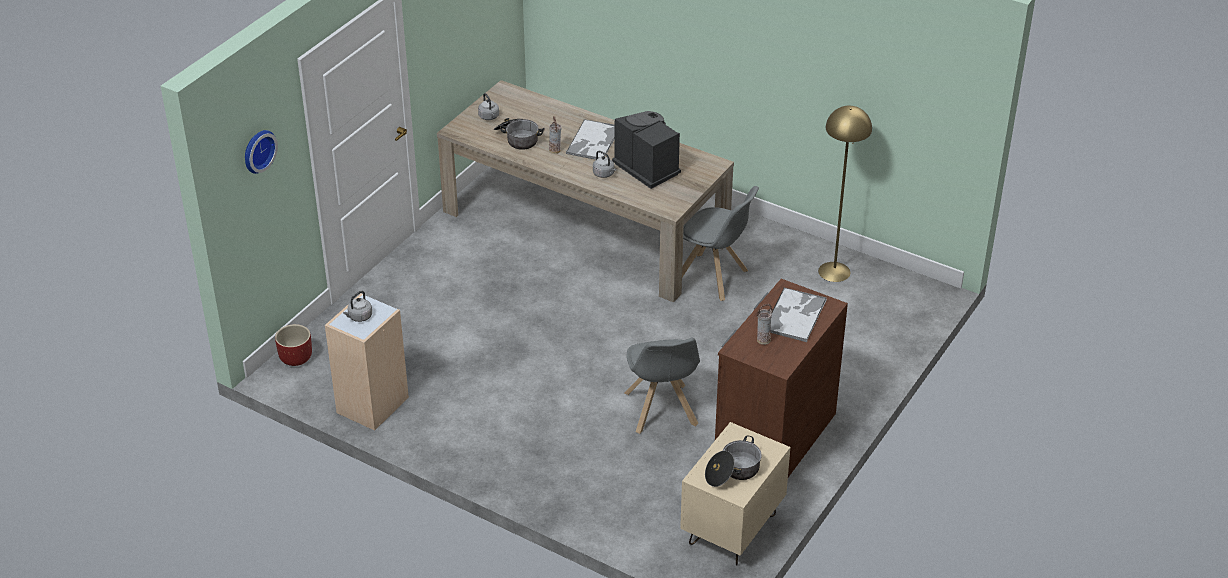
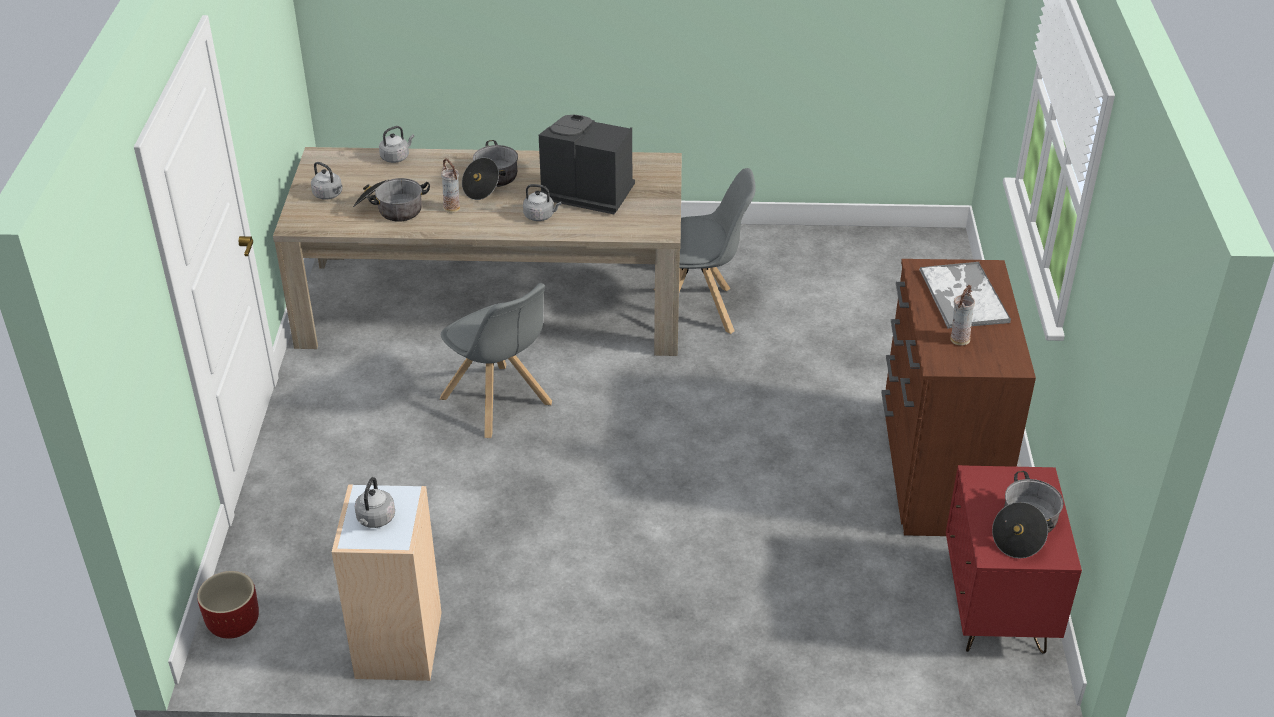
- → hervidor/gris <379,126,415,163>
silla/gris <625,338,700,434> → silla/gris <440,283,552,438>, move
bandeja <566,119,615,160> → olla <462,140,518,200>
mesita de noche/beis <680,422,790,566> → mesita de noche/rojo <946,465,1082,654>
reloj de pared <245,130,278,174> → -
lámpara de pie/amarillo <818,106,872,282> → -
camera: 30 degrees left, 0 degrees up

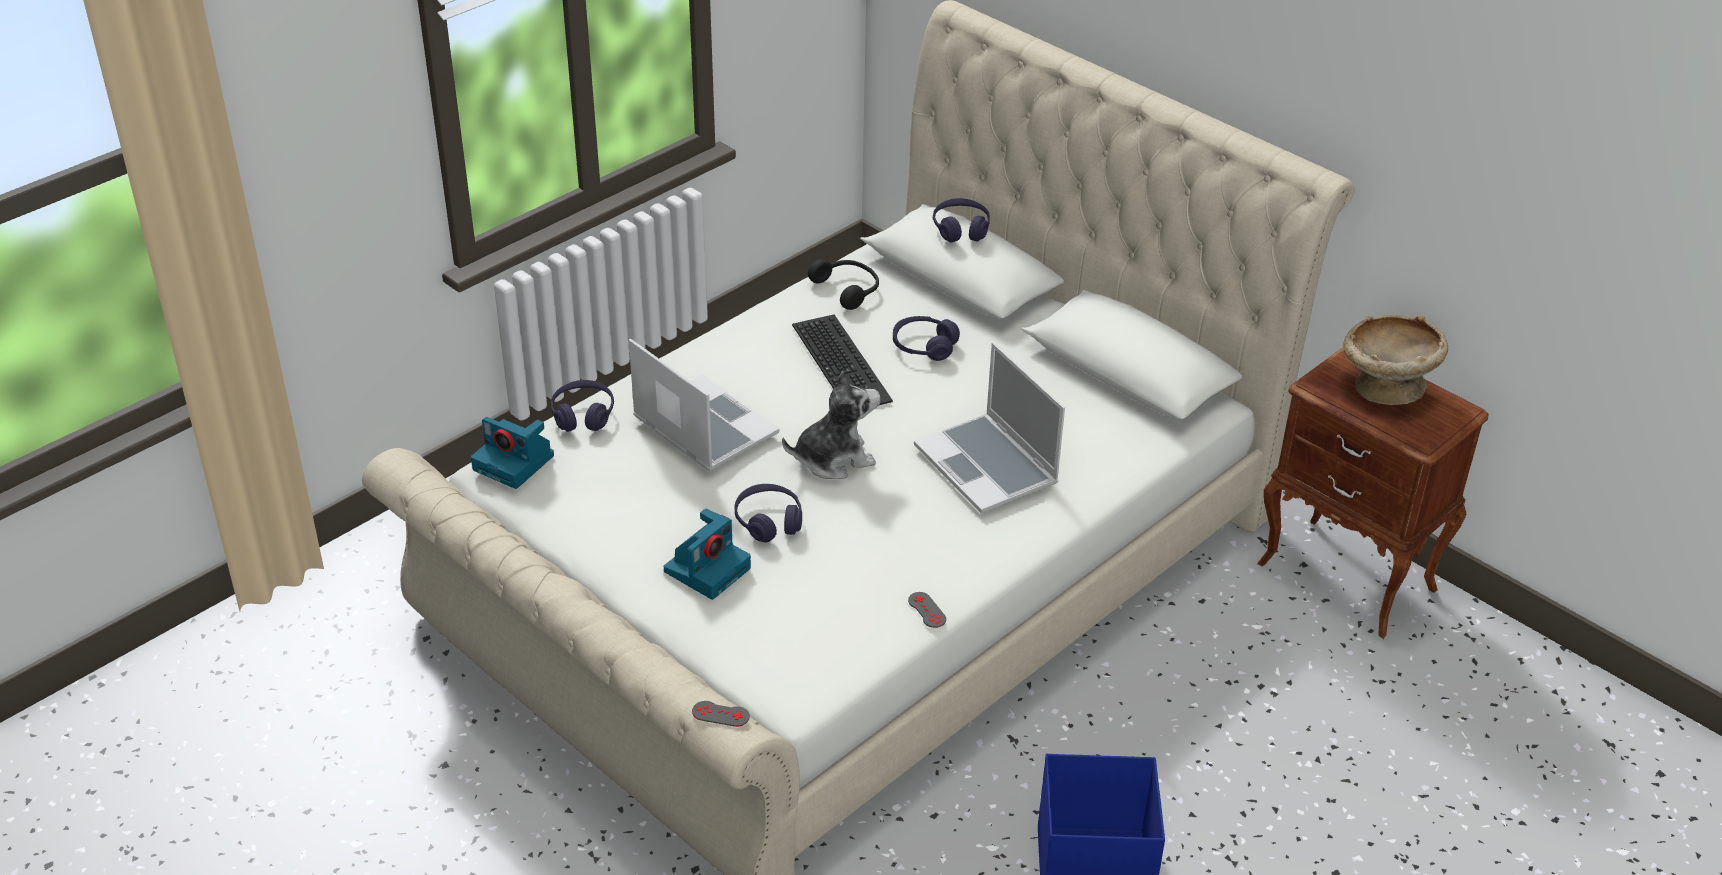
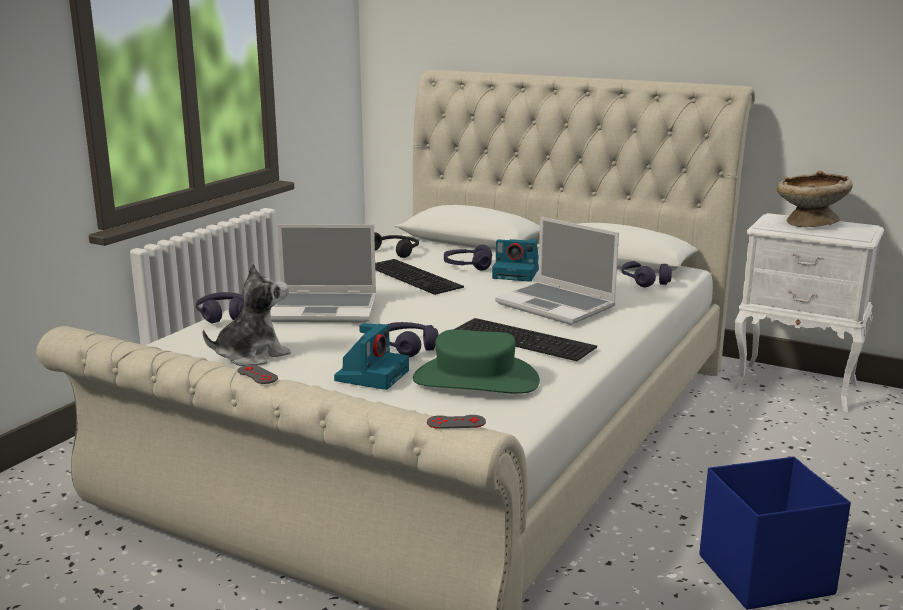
peluche <782,371,880,479> → peluche <203,263,291,366>, move
mando de consola/gris <908,592,946,628> → mando de consola/gris <238,365,278,384>, move
portátil <629,338,780,472> → portátil <270,224,376,323>, 150 degrees clockwise
- → sombrero/verde <413,329,540,394>
- → teclado <455,318,597,361>
cámara <471,417,554,489> → cámara <492,238,539,282>, move
auriculares/morado <933,198,990,242> → auriculares/morado <622,261,672,287>, move
mesita de noche/marrón <1257,347,1489,639> → mesita de noche/blanco <733,213,884,412>
camera: 15 degrees left, 20 degrees down

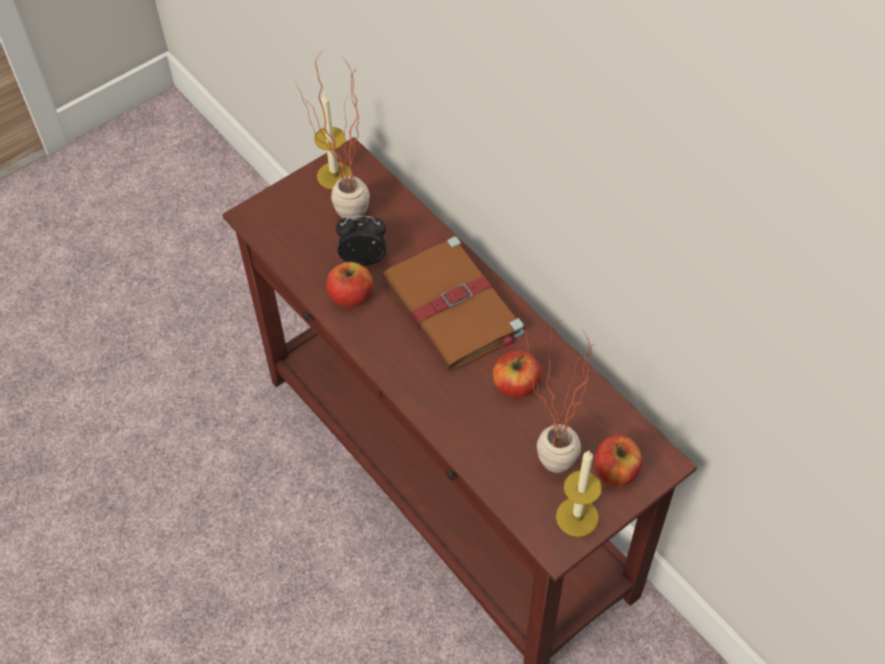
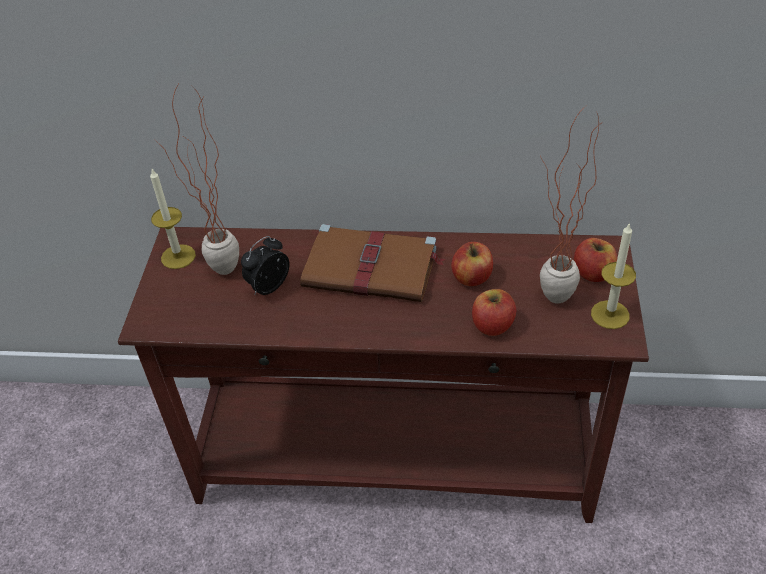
manzana <326,262,373,307> → manzana <472,289,516,336>, move
camera: 45 degrees left, 10 degrees down

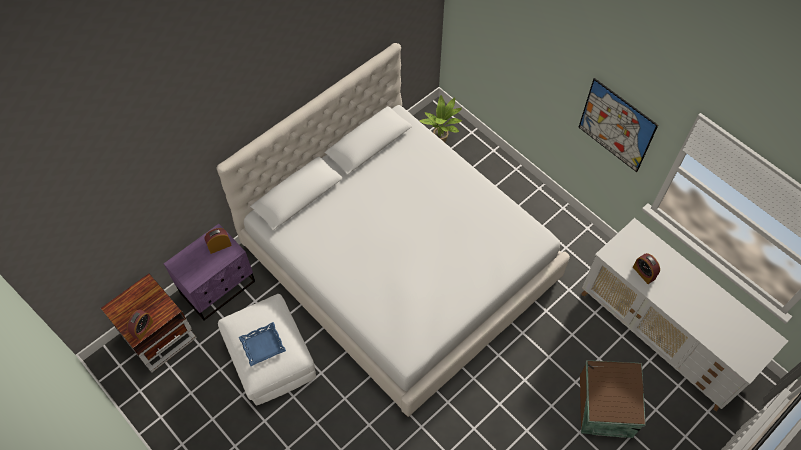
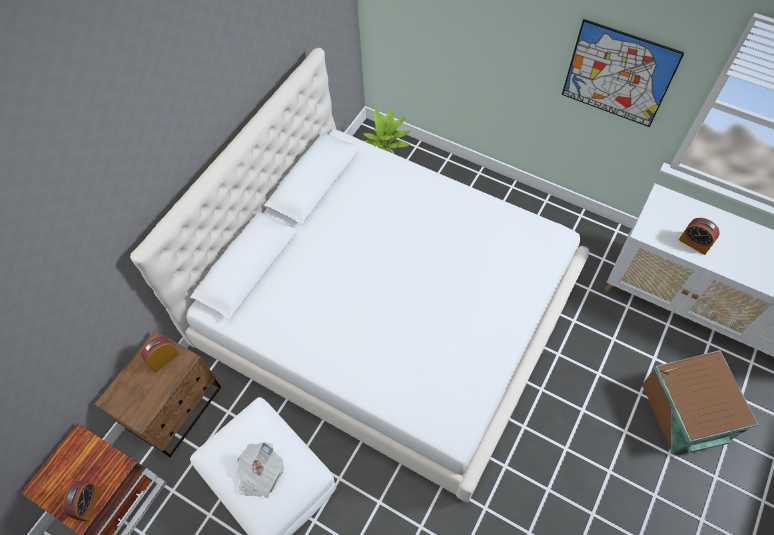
mesita de noche/morado <164,224,255,321> → mesita de noche/marrón <94,331,221,457>
bandeja/azul <239,322,286,366> → periódico <237,442,284,498>
camera: 15 degrees left, 0 degrees up

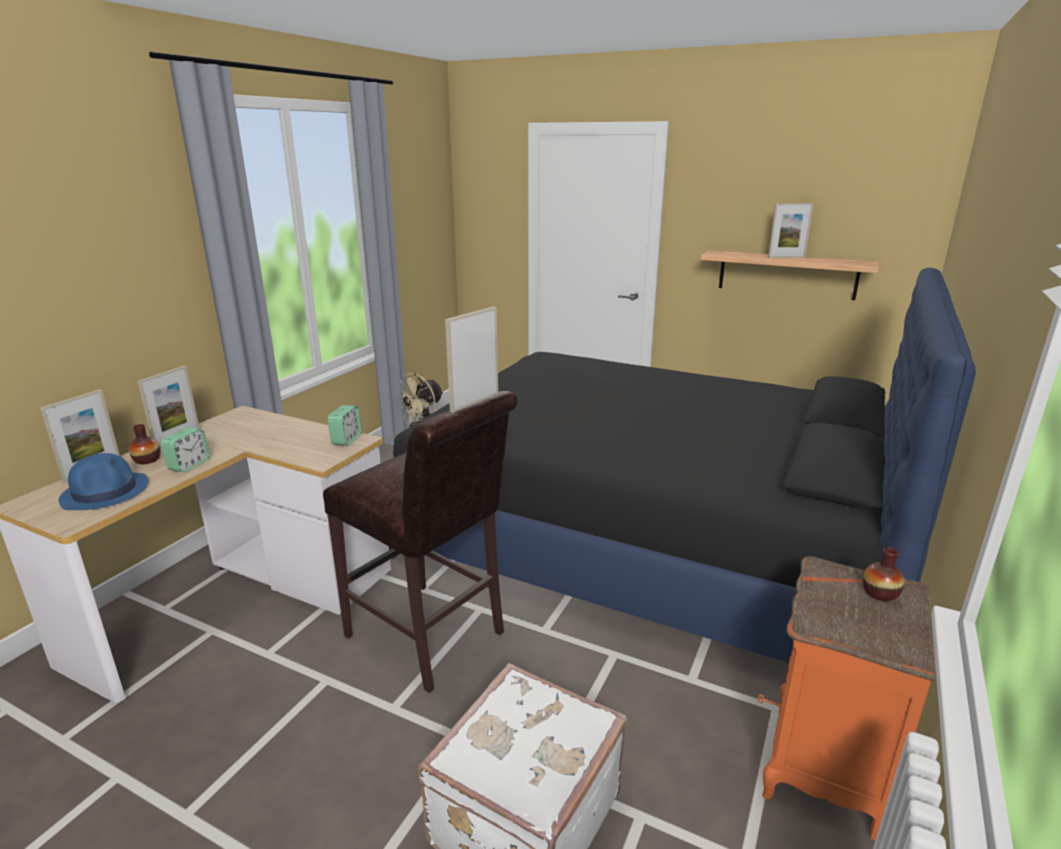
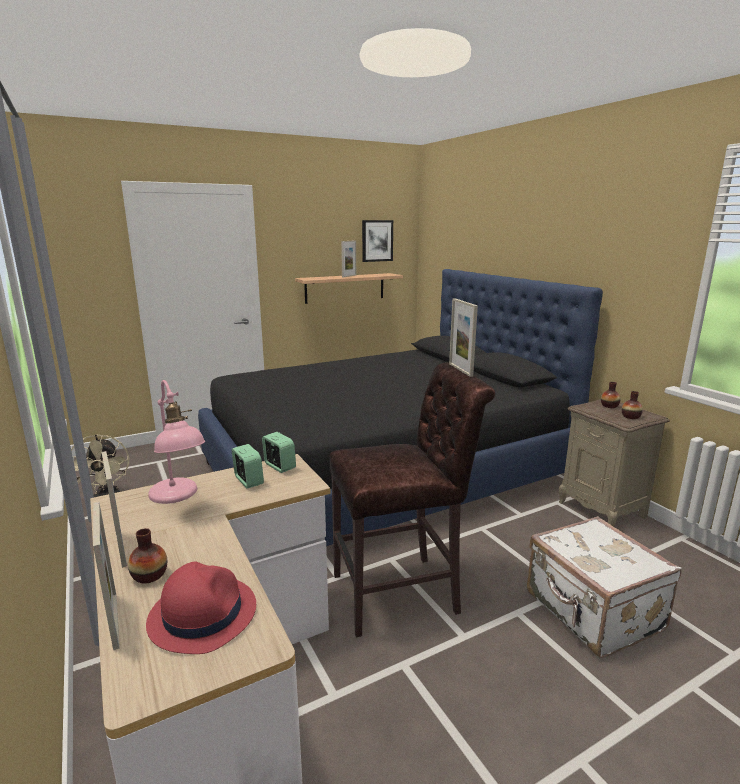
sombrero/azul <59,453,148,510> → sombrero/rojo <146,561,256,654>
- → lámpara de mesa/rosa <148,380,205,504>
despertador <161,427,210,472> → despertador <232,444,264,489>, move
- → cuadro <362,220,393,262>
mesita de noche/naranja <757,556,935,840> → mesita de noche/beis <559,399,670,527>
- → florero <622,391,643,419>
camera: 55 degrees left, 5 degrees down

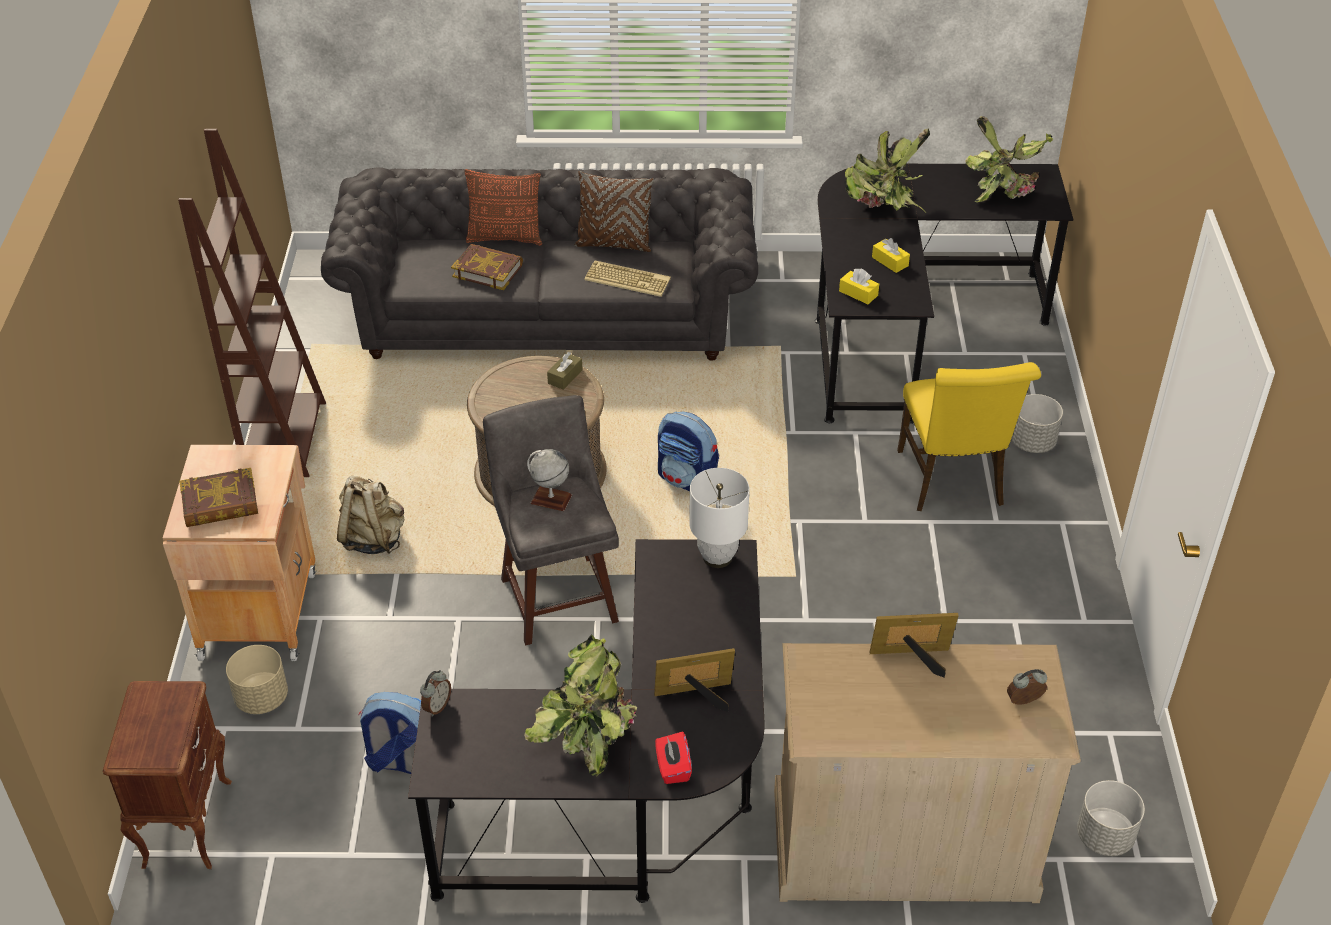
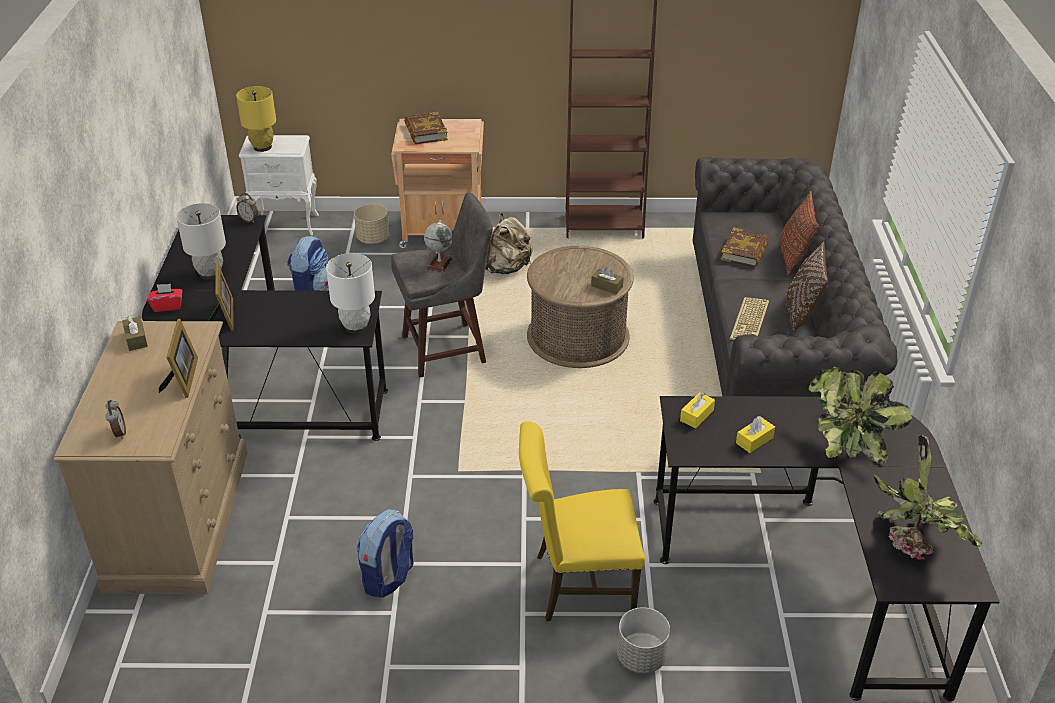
- → caja de pañuelos/marrón <122,316,148,351>
planta en maceta <524,634,637,776> → lámpara de mesa/blanco <176,203,226,280>
- → lámpara de mesa/amarillo <236,86,276,152>
mesita de noche/marrón <103,681,232,869> → mesita de noche/blanco <239,135,319,235>
mochila <658,412,719,491> → mochila <356,509,414,598>, move
maceta/gris <1077,780,1145,856> → -
camera: 90 degrees right, 5 degrees down

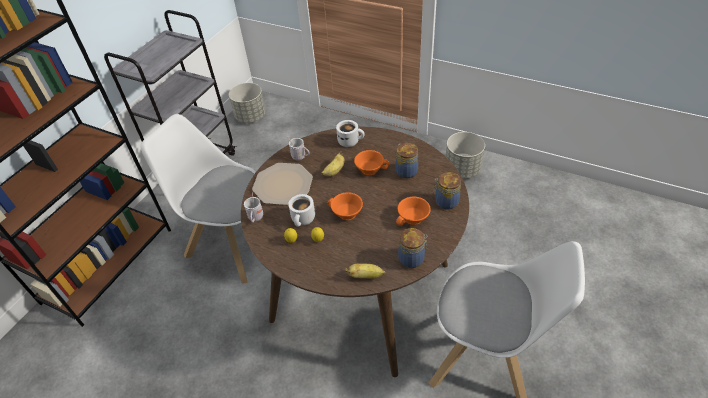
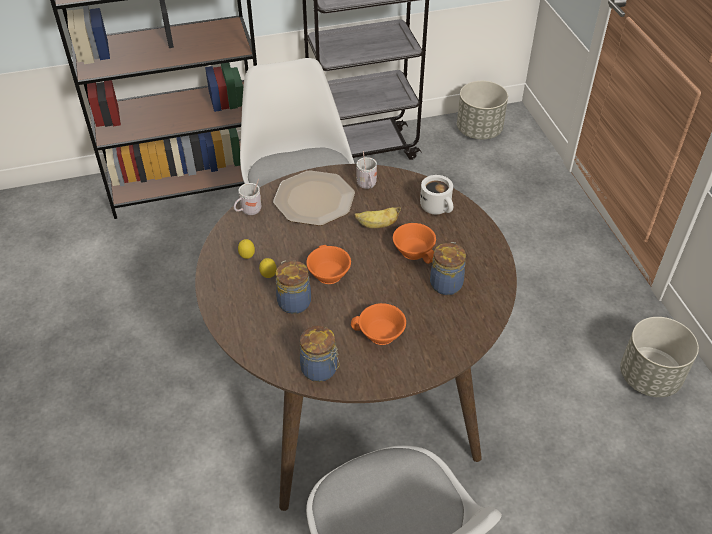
tarro <433,172,461,210> → tarro <276,261,311,314>, move
taza grande/blanco <288,194,315,227> → -
plátano <345,263,385,279> → -
camera: 45 degrees right, 0 degrees up

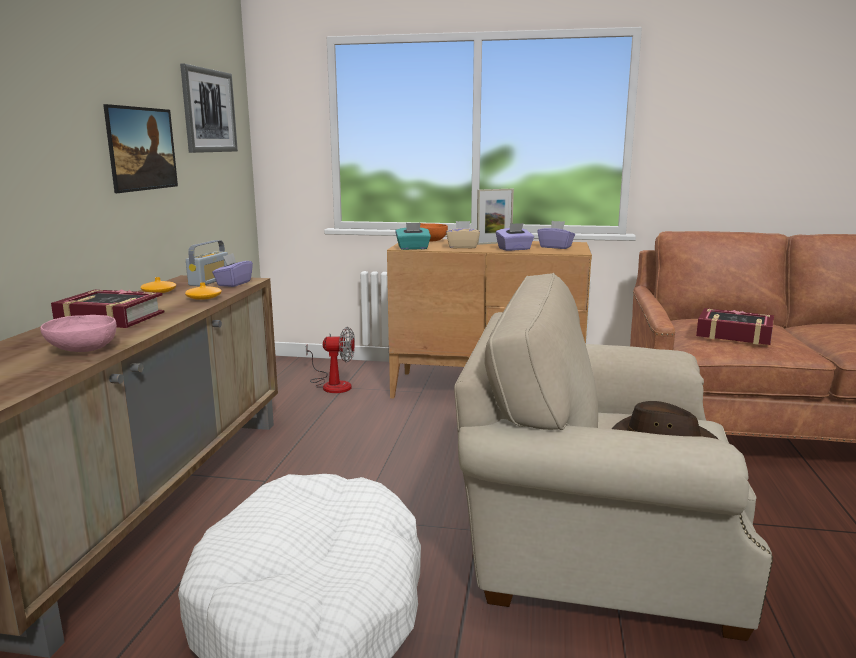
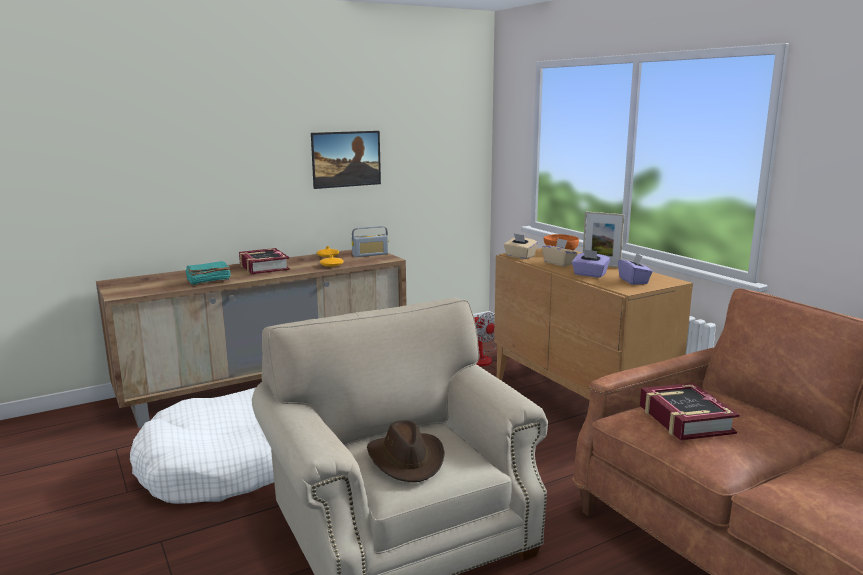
cuenco/rosa <40,315,117,352> → libro/turquesa <185,261,231,286>
caja de pañuelos/turquesa <395,223,431,250> → caja de pañuelos/beis <504,233,538,259>
cuadro <180,64,238,153> → -
caja de pañuelos/morado <212,253,253,287> → -
camera: 50 degrees right, 0 degrees up

